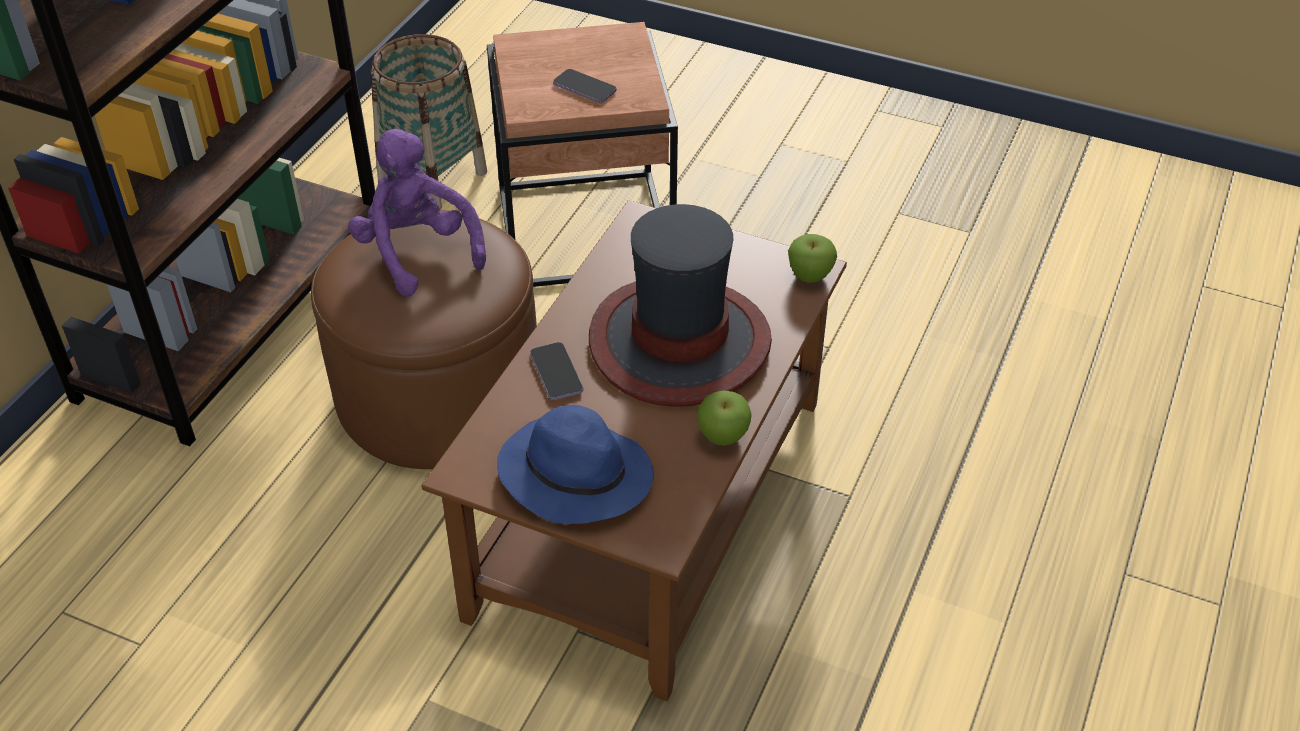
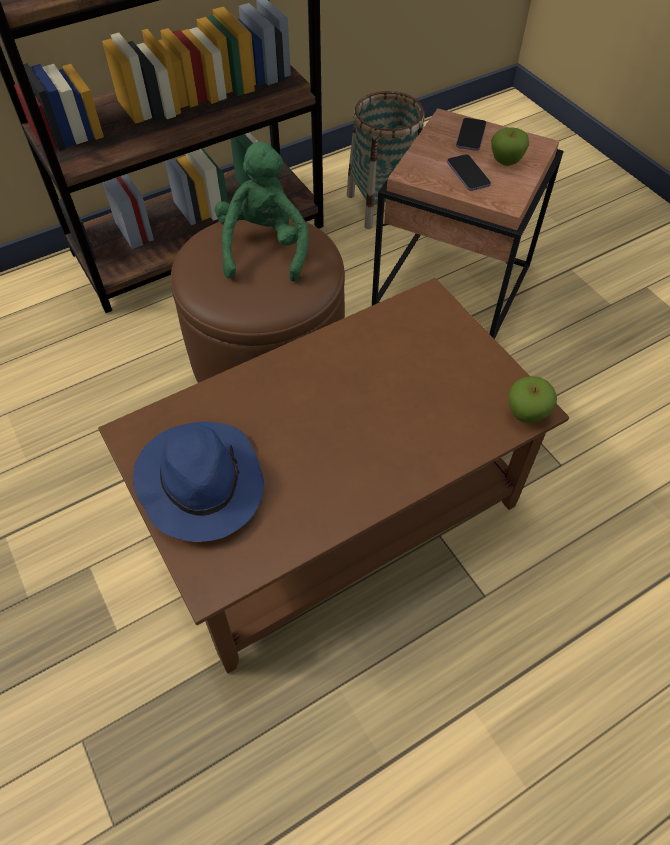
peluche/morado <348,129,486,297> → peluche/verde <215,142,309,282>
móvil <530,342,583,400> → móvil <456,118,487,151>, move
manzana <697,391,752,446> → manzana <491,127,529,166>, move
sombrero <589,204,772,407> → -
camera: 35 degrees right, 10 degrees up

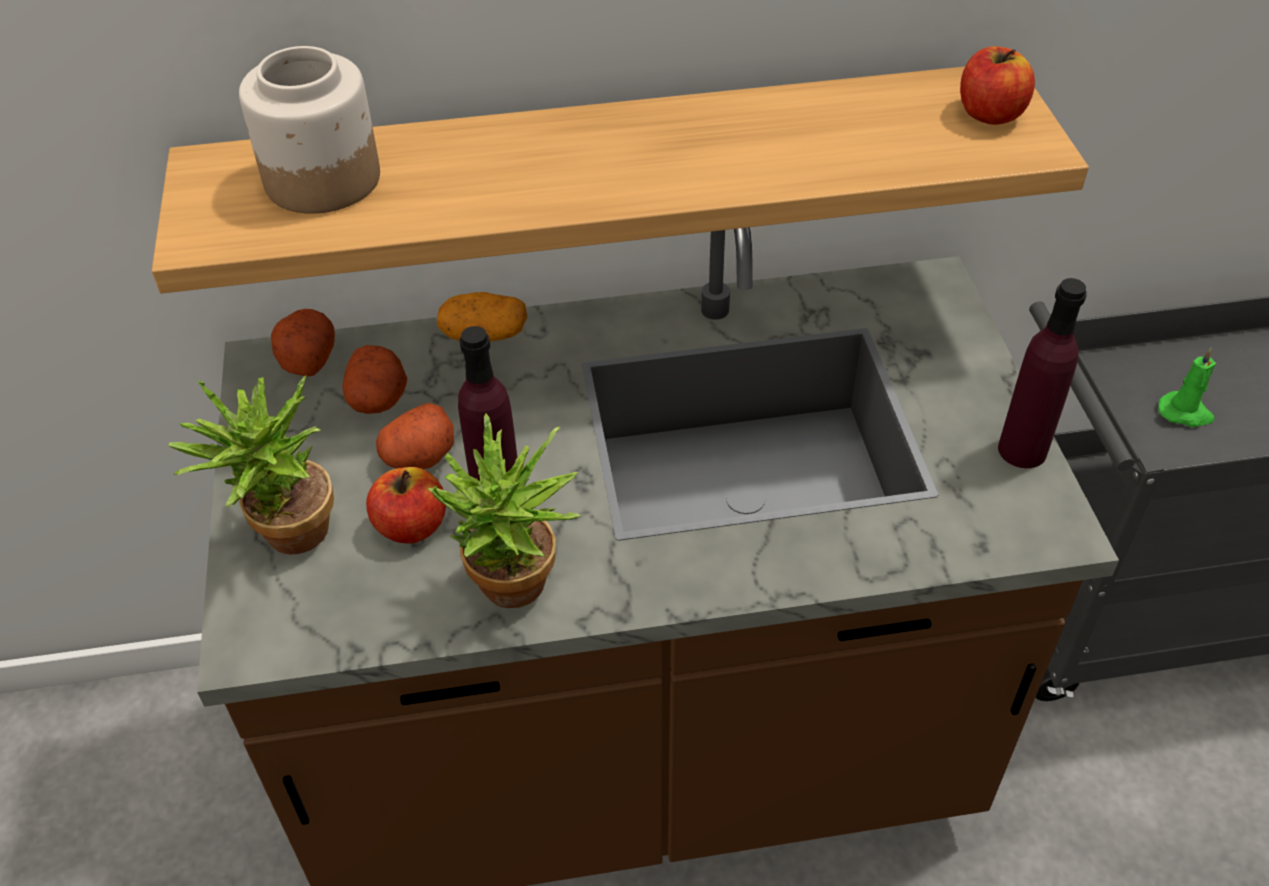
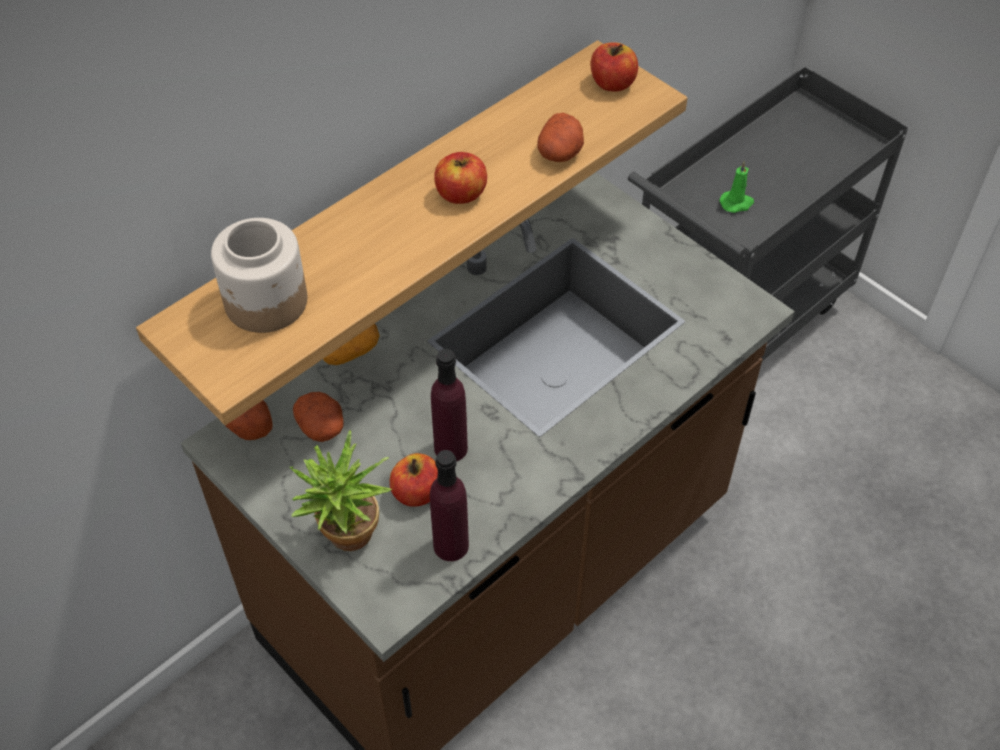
botella/morado <998,278,1087,468> → botella/morado <430,450,469,561>, move
- → manzana <434,152,487,204>
patata <376,403,454,469> → patata <537,113,584,162>, move
planta en maceta <428,414,581,608> → -
camera: 35 degrees left, 5 degrees up

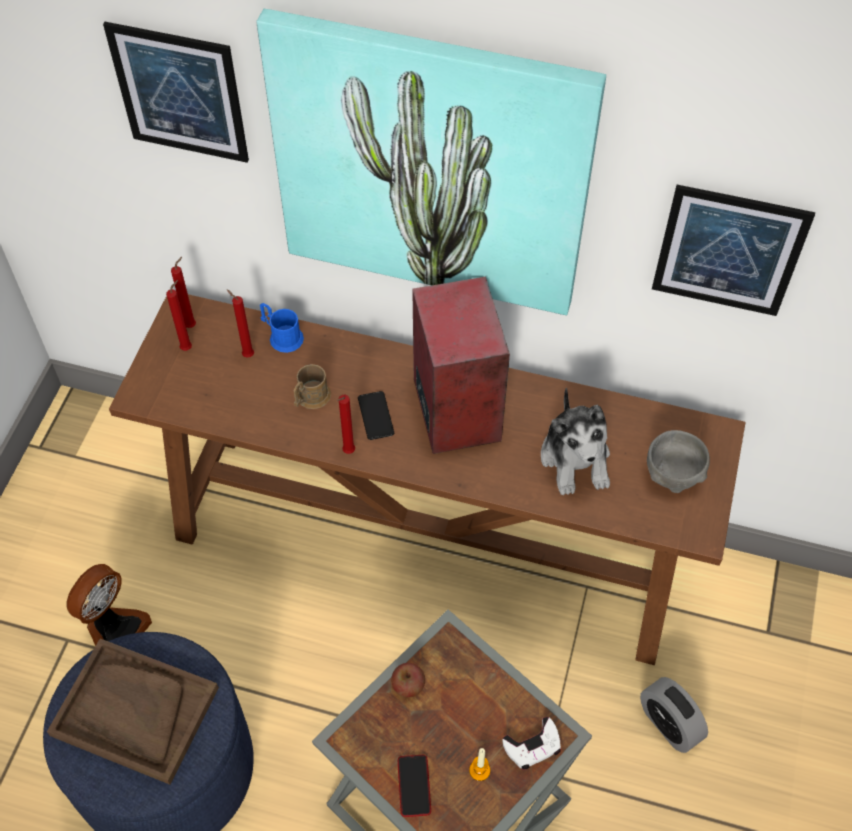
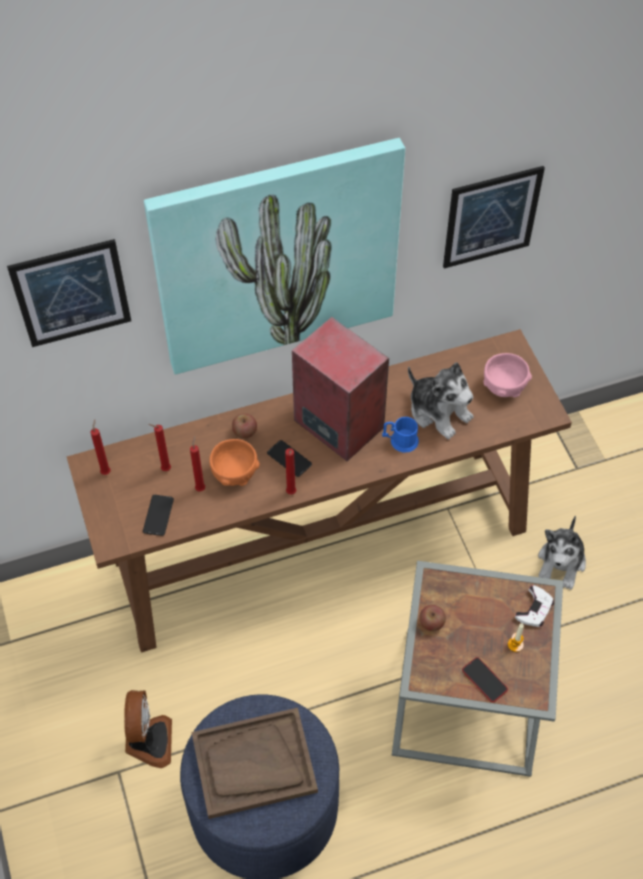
- → móvil <143,495,174,536>
vela/rojo <166,280,192,351> → vela/rojo <190,436,205,491>, move
taza grande/marrón <294,364,331,409> → cuenco/naranja <209,439,260,486>
- → manzana <232,413,257,439>
taza grande/azul <260,303,304,353> → taza grande/azul <382,417,419,453>, move
cuenco/gris <647,430,710,493> → cuenco/rosa <483,353,532,398>
despertador <640,677,708,753> → peluche <538,516,586,590>
camera: 35 degrees left, 0 degrees up

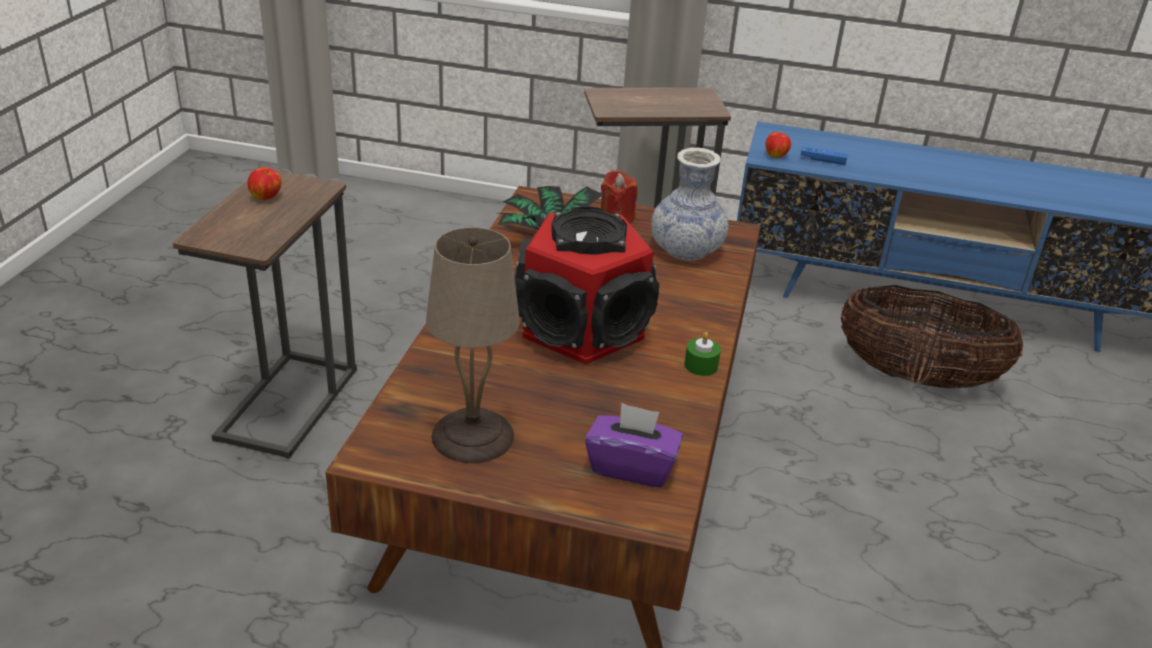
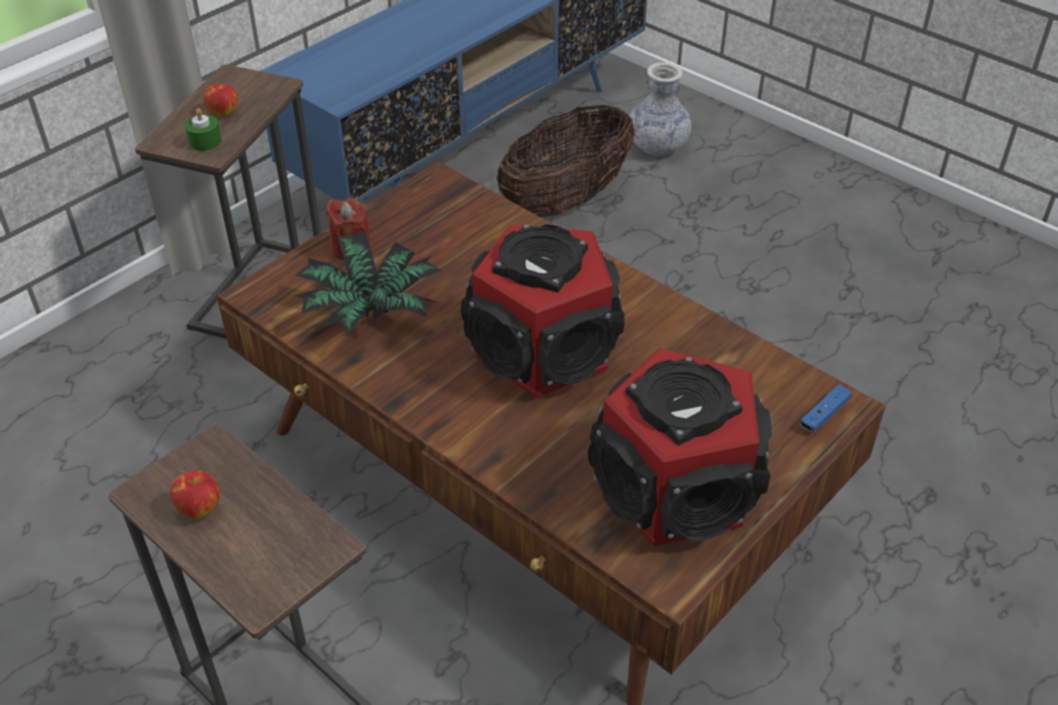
vela/verde <684,332,721,376> → vela/verde <185,108,222,151>, move
manzana <765,132,791,158> → manzana <203,84,238,117>, move
lámpara de mesa/beis <426,227,520,463> → altavoz <588,348,772,546>
florero <651,148,729,261> → florero <630,62,691,156>, move
mando de consola/azul <801,147,848,165> → mando de consola/azul <800,385,852,433>, move
caja de pañuelos/morado <585,403,683,488> → -
camera: 60 degrees left, 10 degrees up

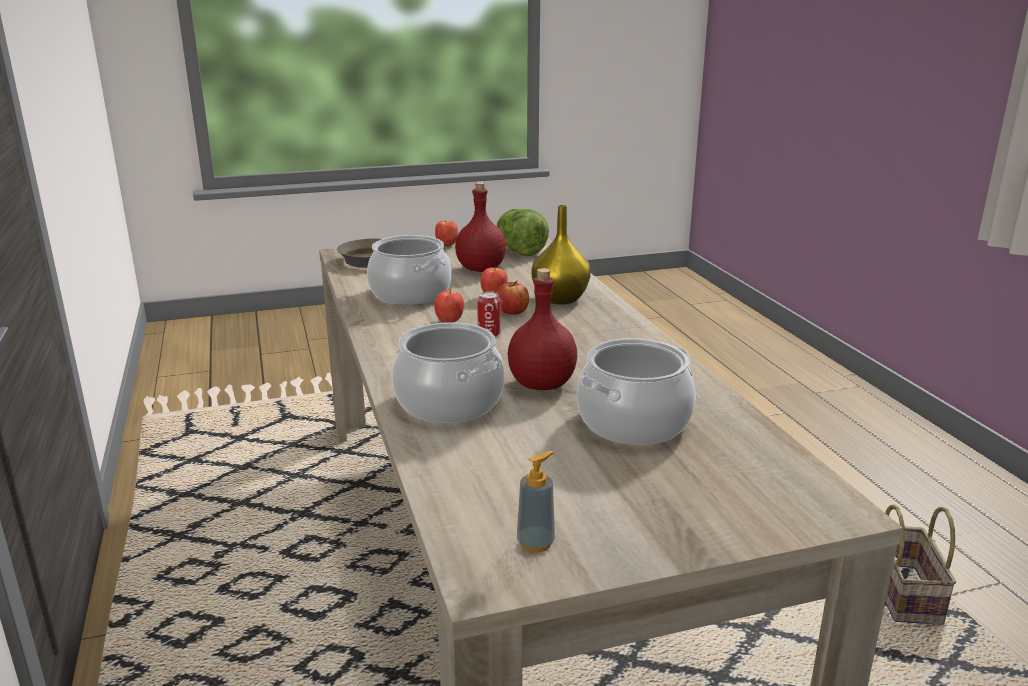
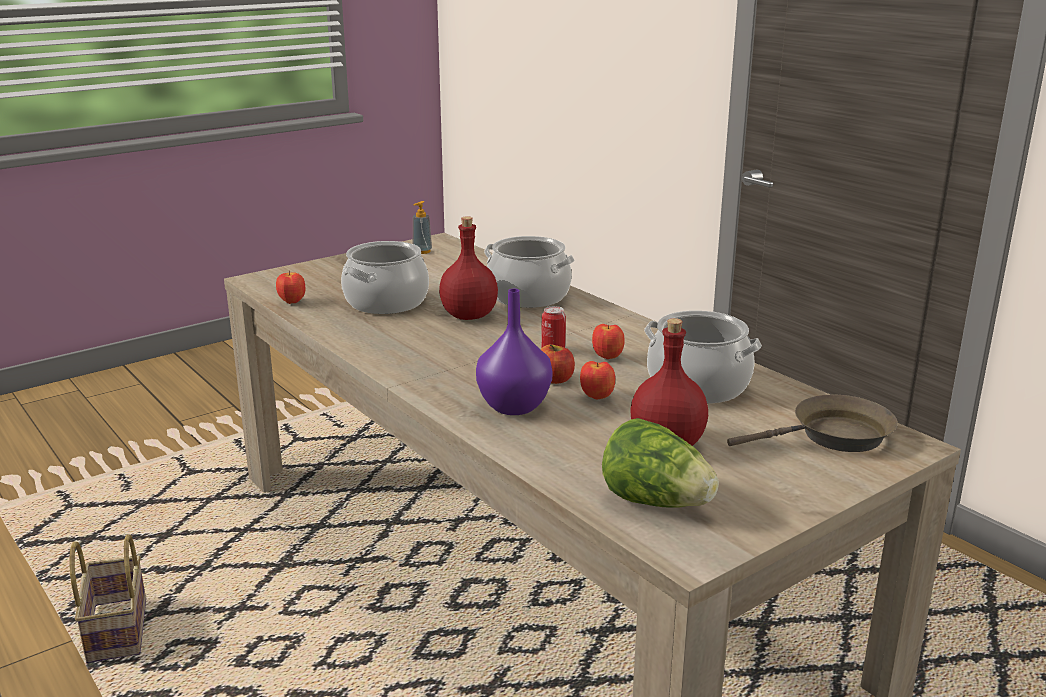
manzana <435,220,458,246> → manzana <276,270,305,304>, move
florero/amarillo <532,205,591,305> → florero/morado <476,289,553,415>
camera: 160 degrees right, 0 degrees up

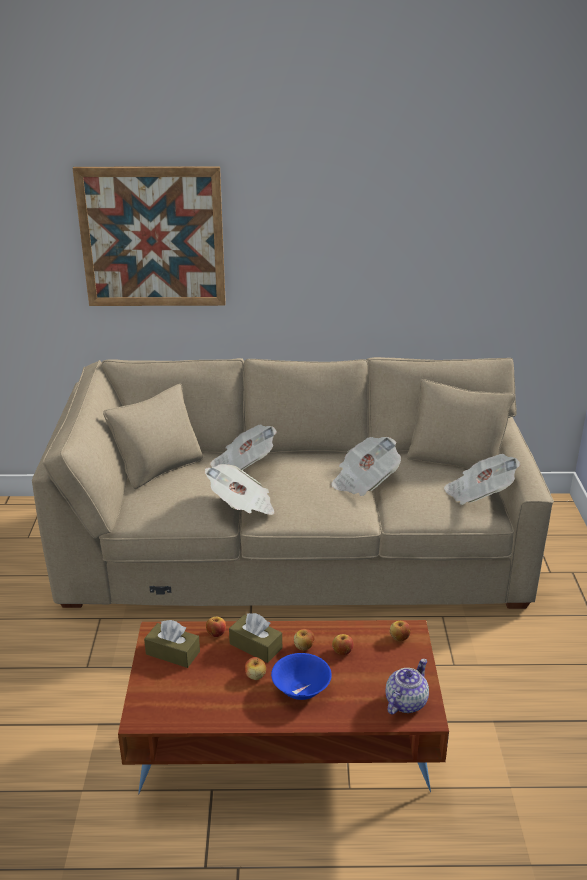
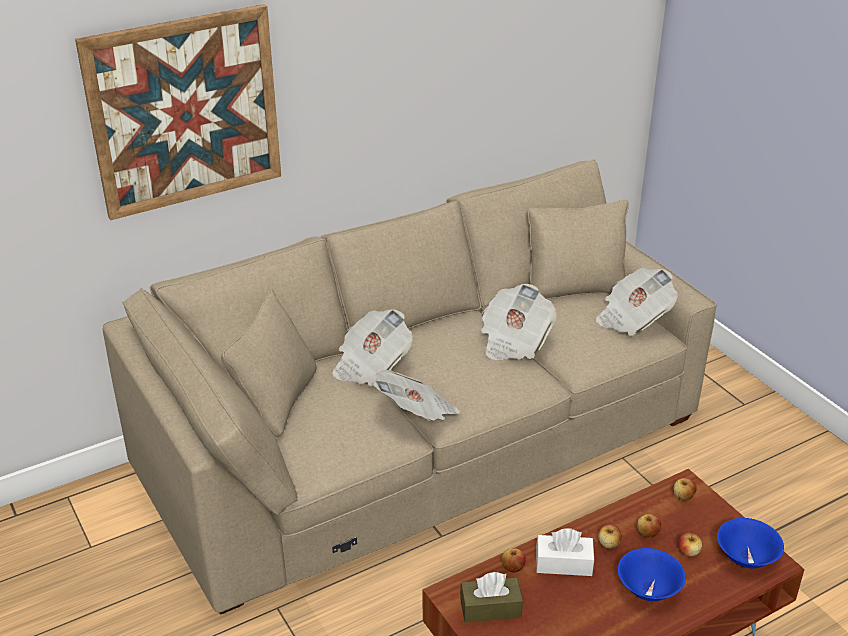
caja de pañuelos/marrón <229,613,282,663> → caja de pañuelos/blanco <536,528,594,576>
manzana <245,657,266,680> → manzana <678,532,702,557>, move
tetera <386,659,429,714> → cuenco/azul <717,518,784,568>
camera: 30 degrees left, 5 degrees up

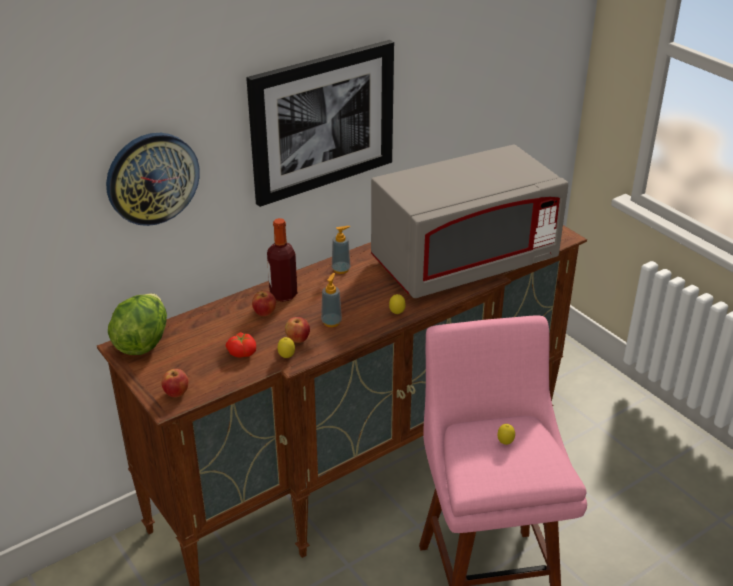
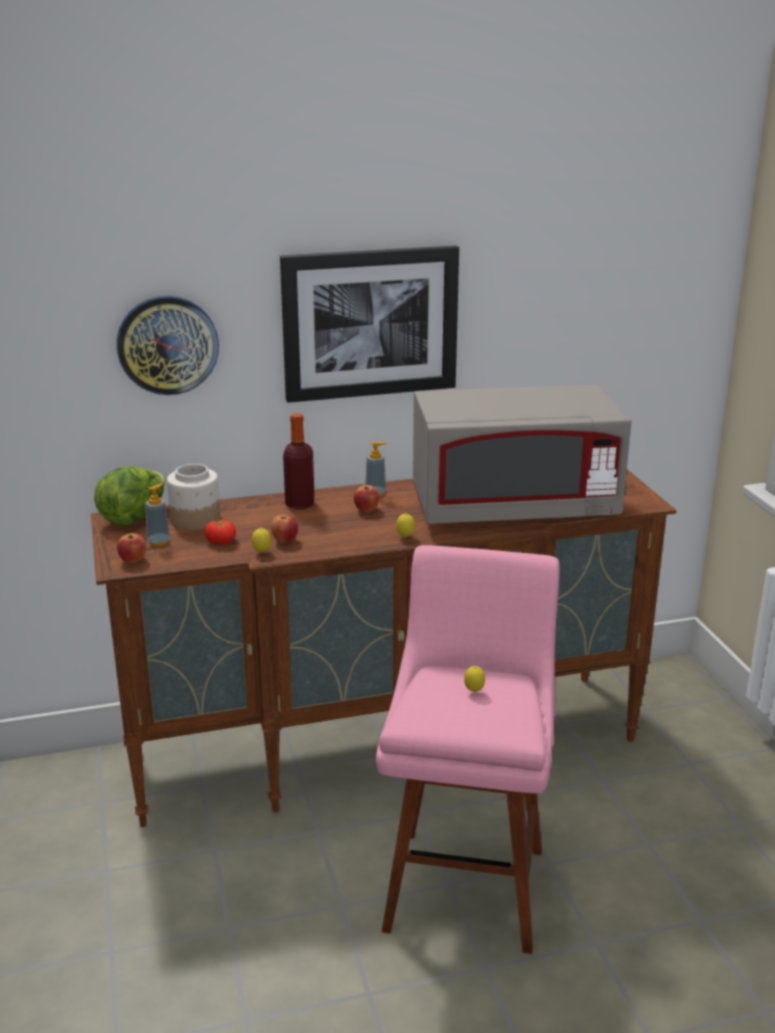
dispensador de jabón <321,273,342,327> → dispensador de jabón <145,483,170,546>, move
- → tarro <167,464,221,530>
manzana <252,291,276,317> → manzana <354,485,380,513>, move
camera: 20 degrees right, 10 degrees down

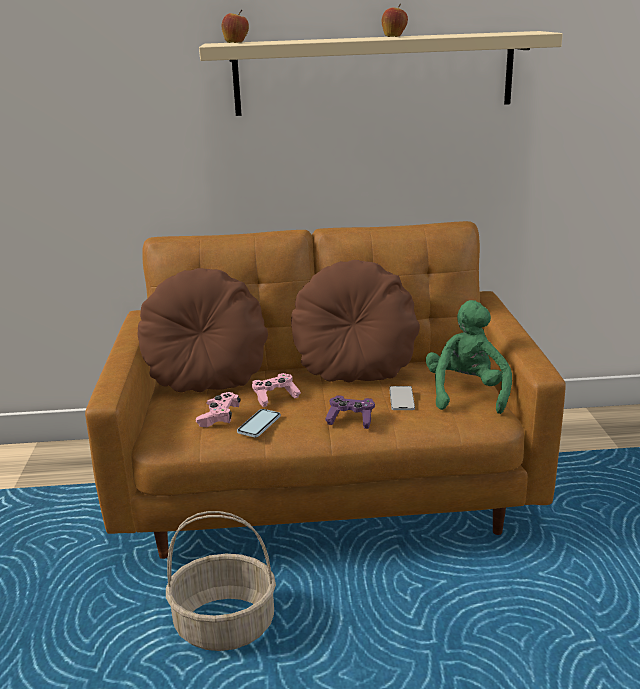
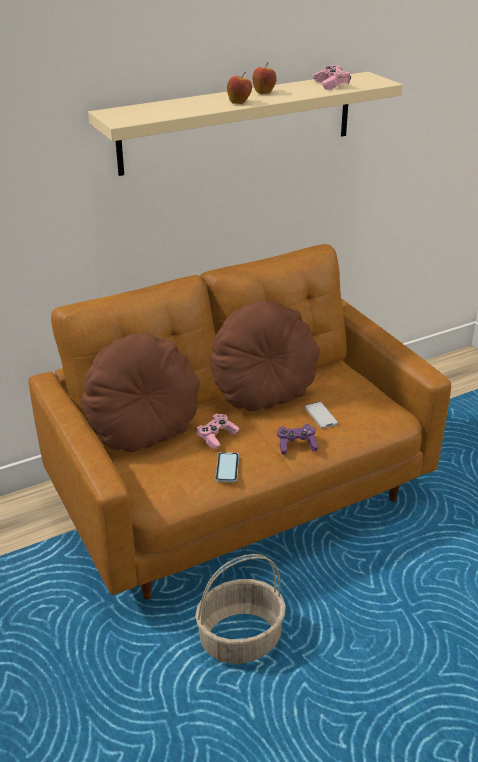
manzana <222,10,249,43> → manzana <227,72,252,104>, move
mando de consola/rosa <196,392,240,427> → mando de consola/rosa <312,65,351,90>, move
peluche/verde <426,300,512,414> → -
camera: 25 degrees left, 10 degrees up

